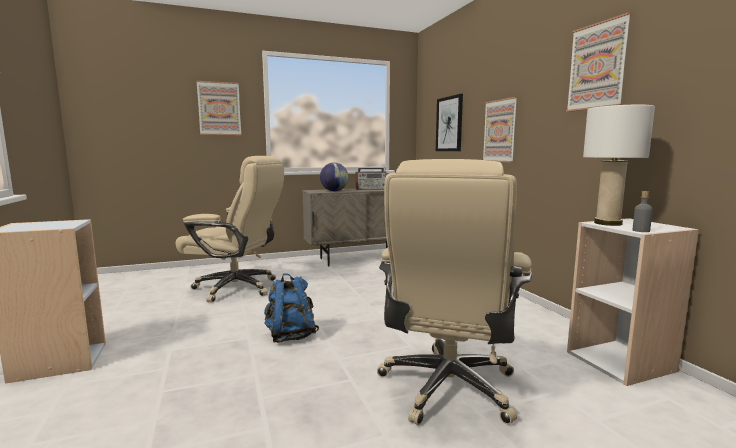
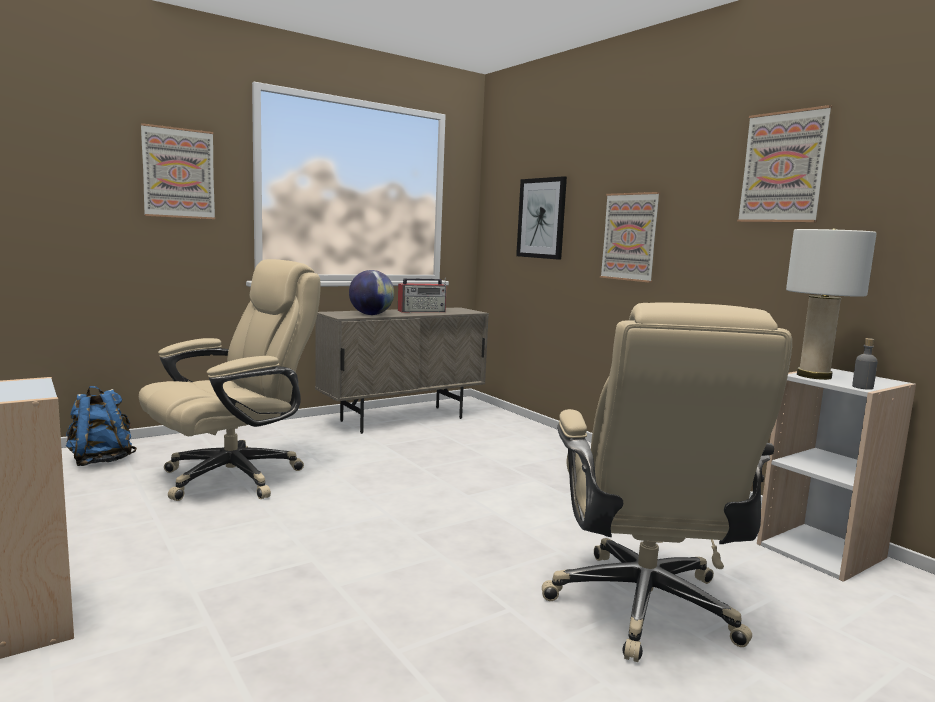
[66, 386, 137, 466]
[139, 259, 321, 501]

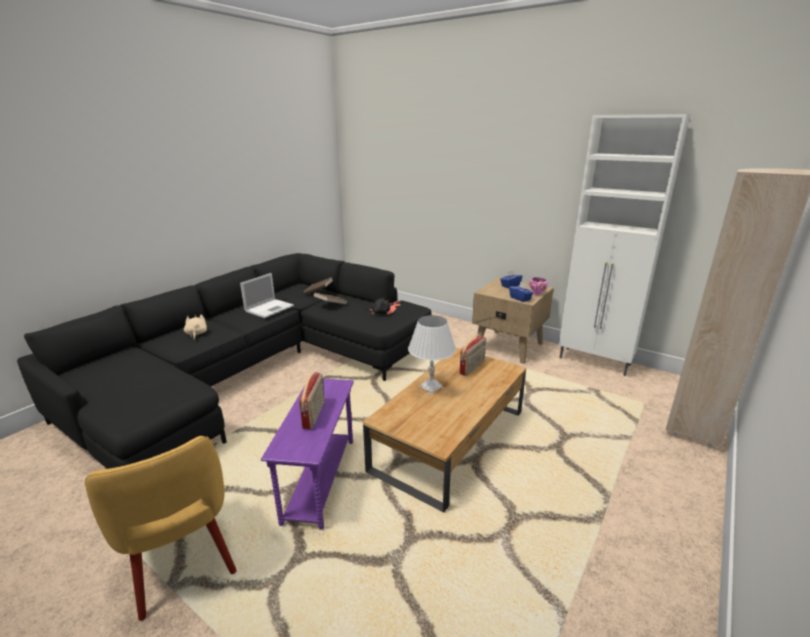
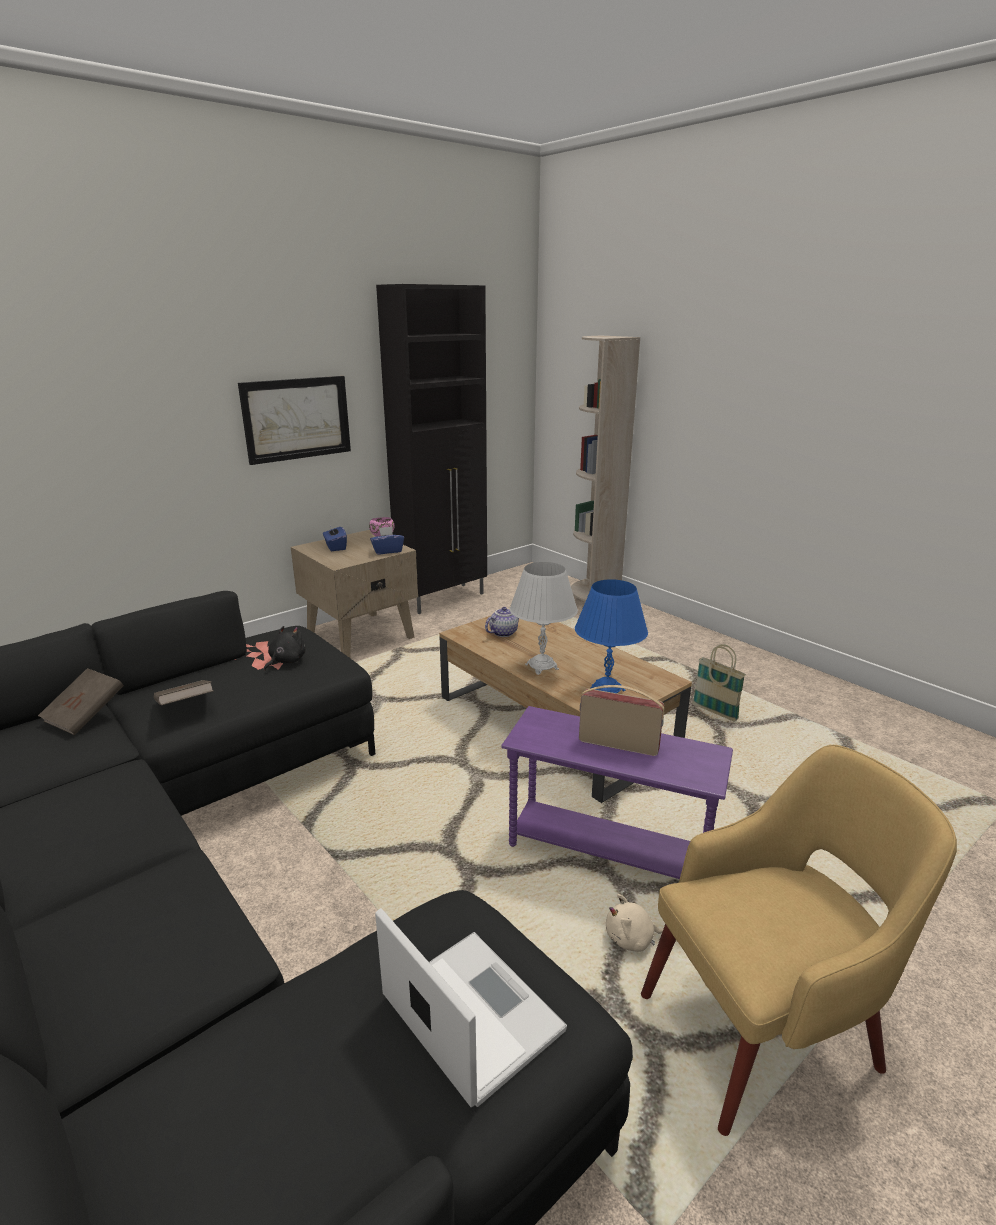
[238, 376, 351, 465]
[375, 908, 567, 1107]
[376, 284, 487, 614]
[485, 607, 519, 637]
[575, 579, 648, 693]
[606, 894, 664, 952]
[692, 644, 746, 722]

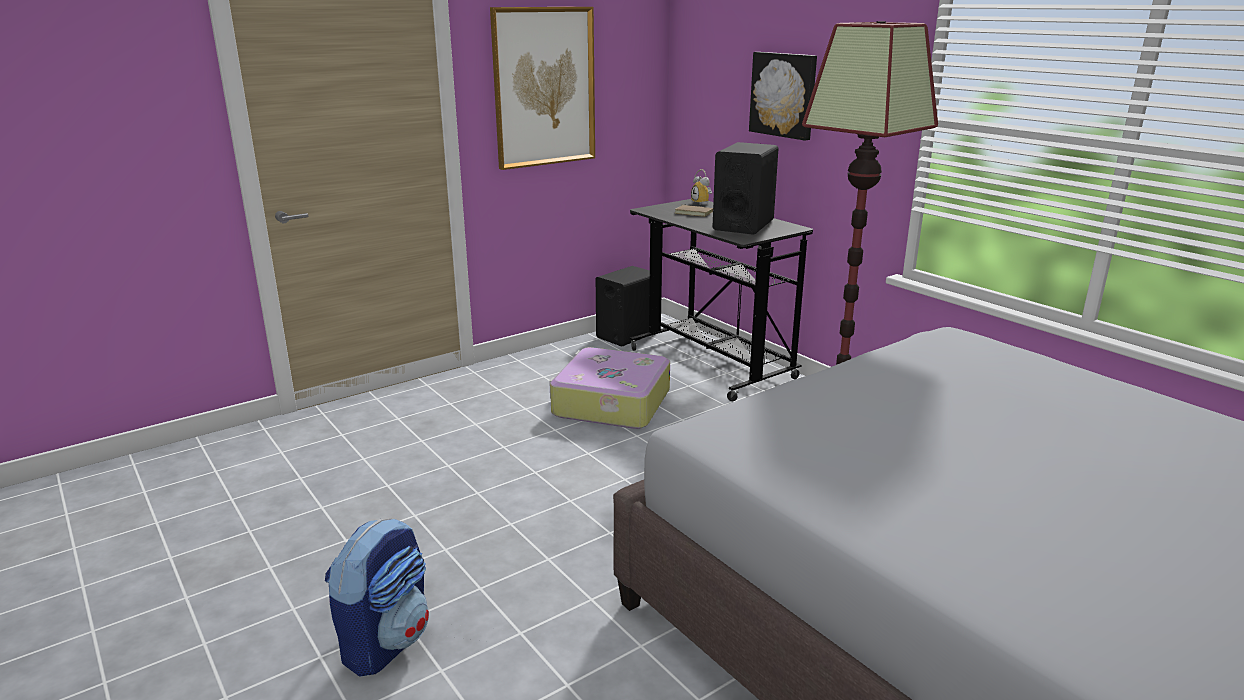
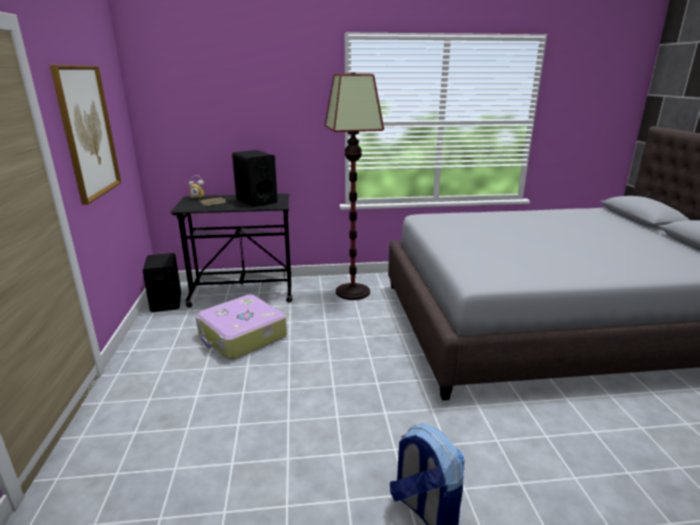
[749, 52, 817, 141] (first image)

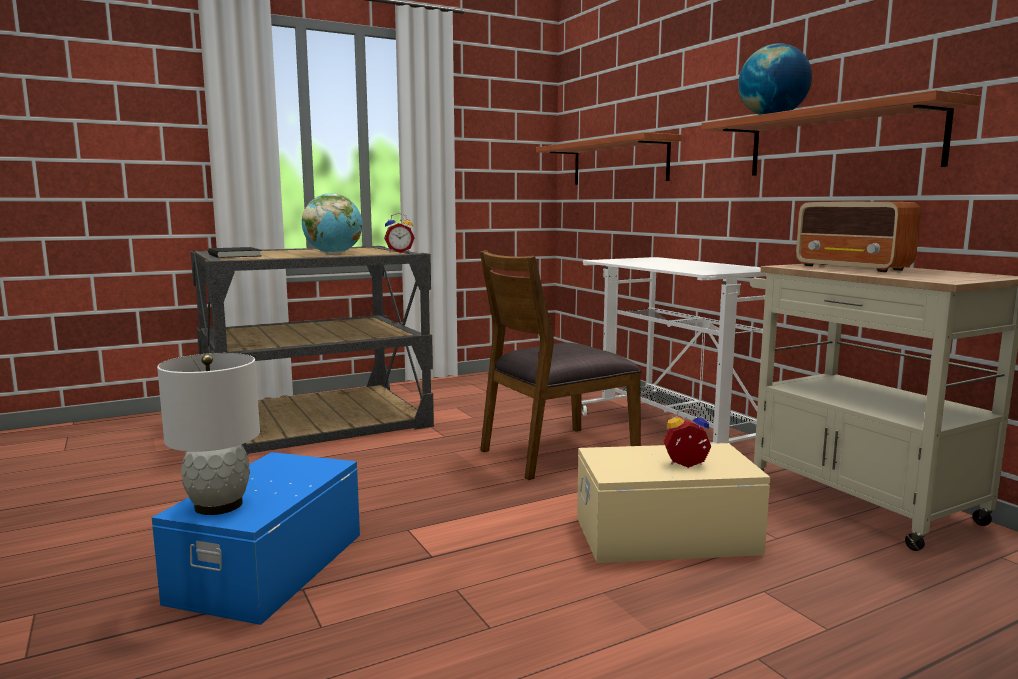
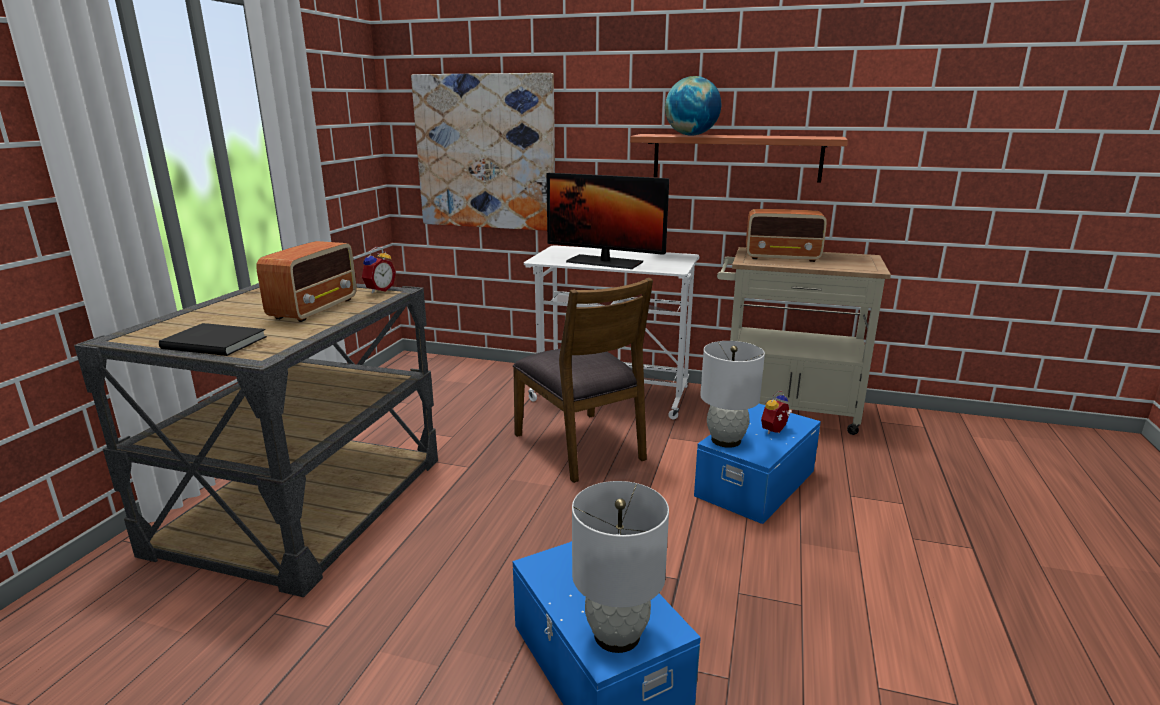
[256, 241, 356, 322]
[411, 73, 555, 231]
[513, 278, 653, 483]
[546, 173, 669, 269]
[694, 404, 821, 524]
[700, 341, 765, 448]

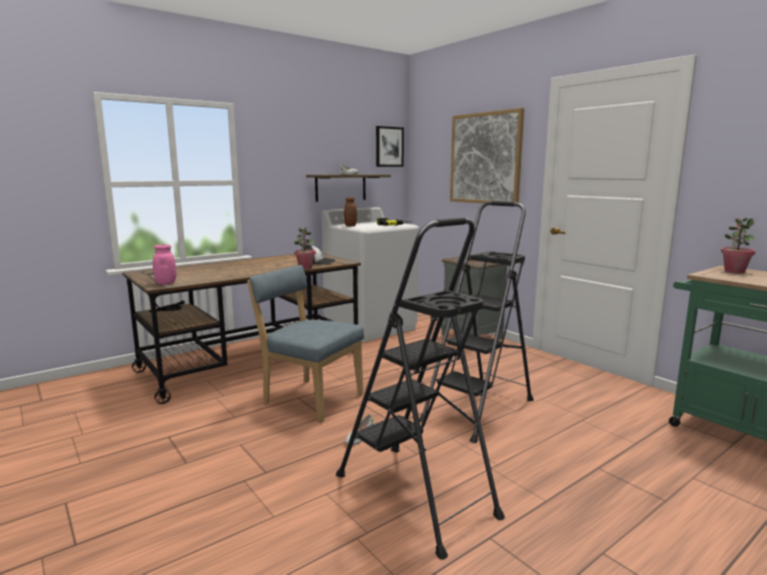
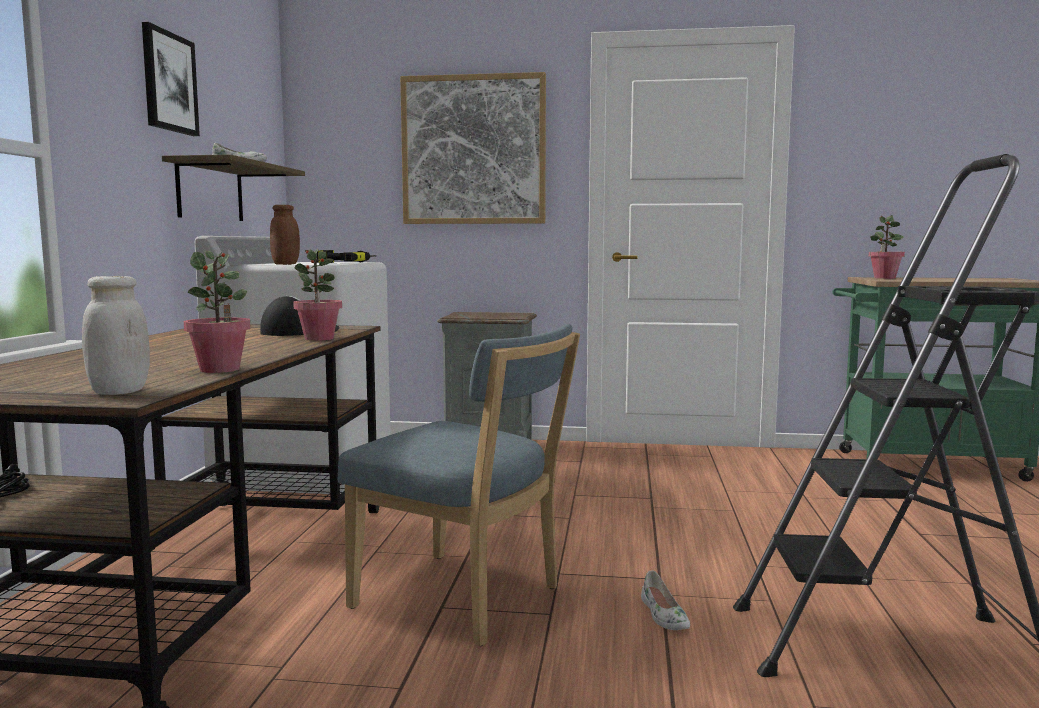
[82, 276, 150, 395]
[142, 22, 200, 136]
[184, 251, 251, 373]
[337, 324, 580, 647]
[419, 201, 534, 443] (first image)

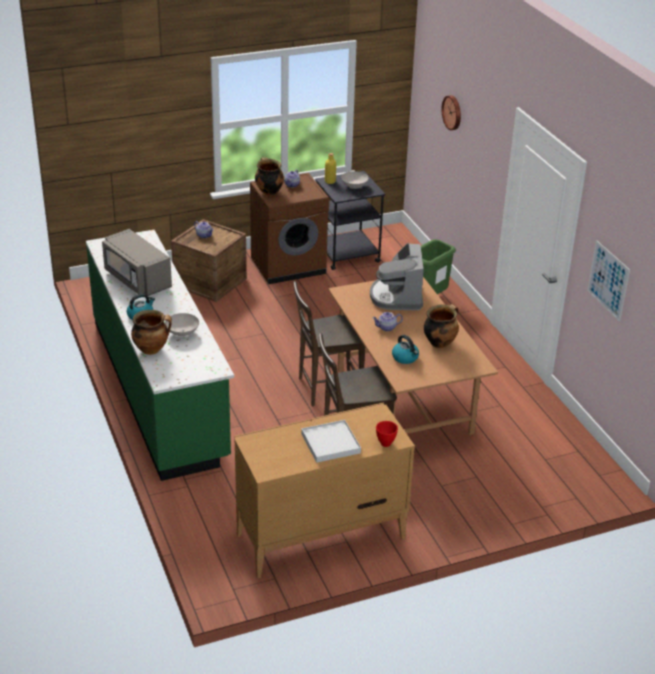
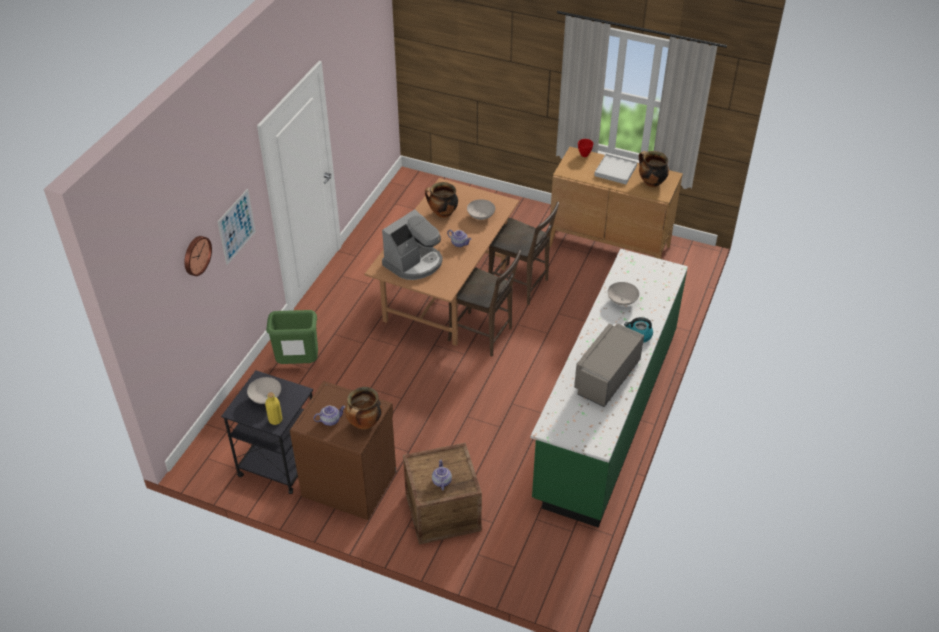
[218, 189, 256, 265]
[467, 199, 495, 220]
[574, 323, 644, 407]
[639, 151, 669, 187]

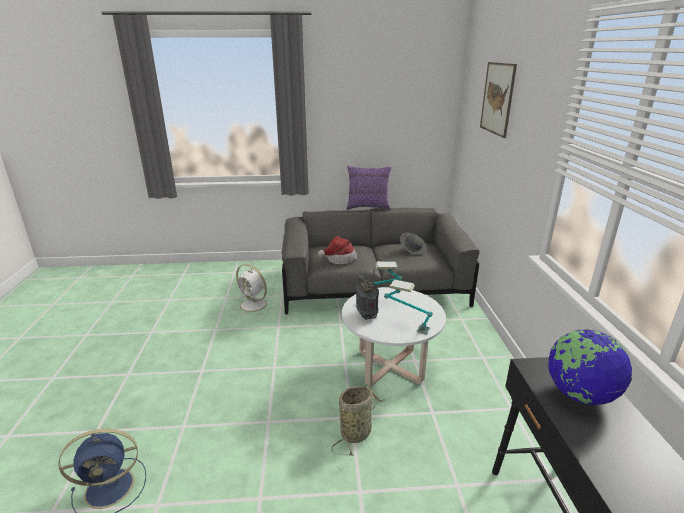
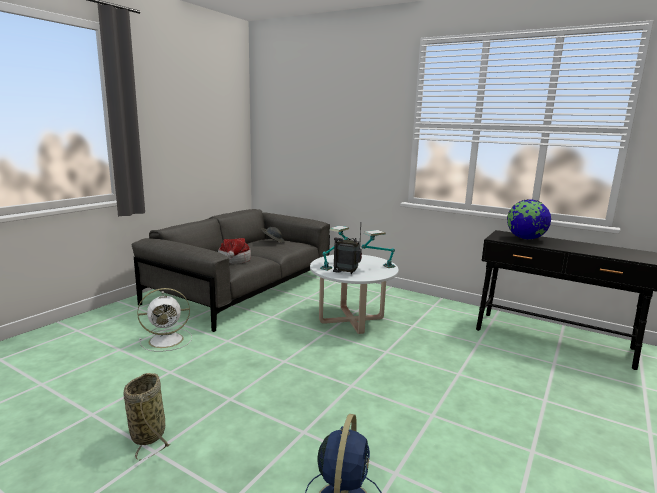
[124, 373, 170, 461]
[347, 166, 391, 210] (first image)
[480, 62, 517, 138] (first image)

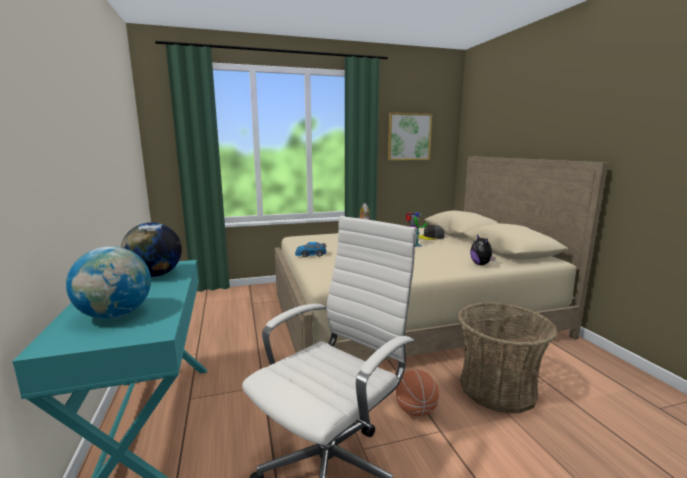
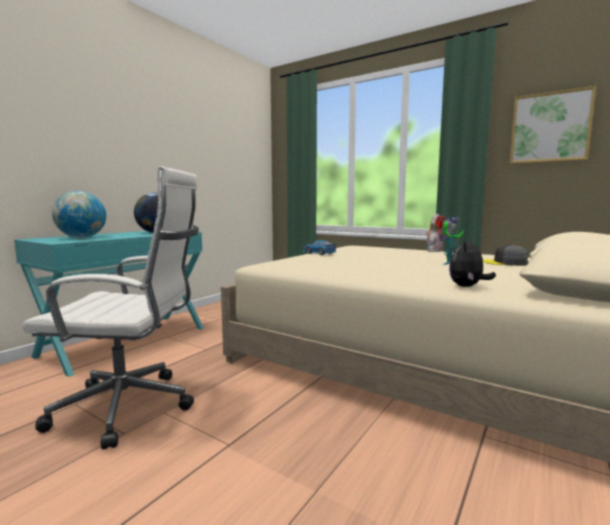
[396, 370, 439, 417] (first image)
[457, 302, 558, 413] (first image)

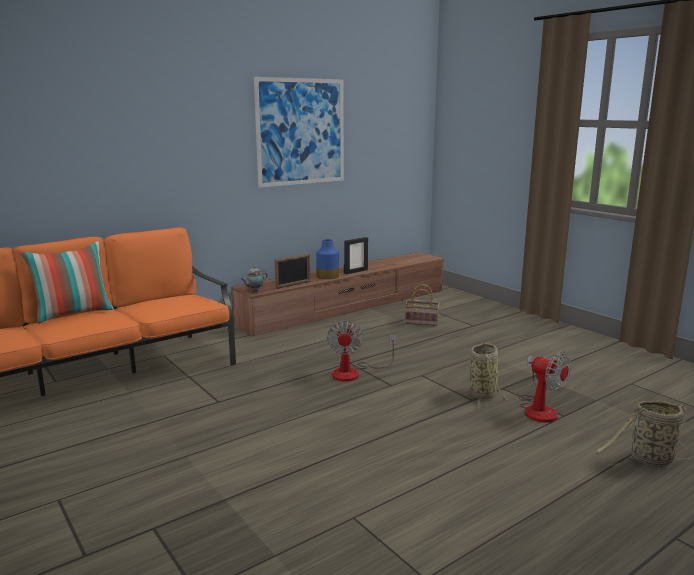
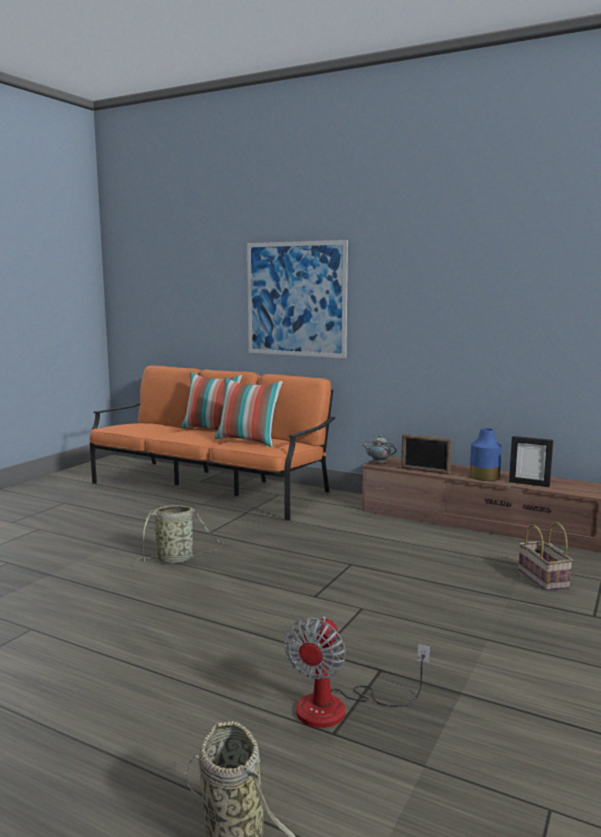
[137, 505, 228, 564]
[215, 378, 283, 447]
[247, 240, 348, 358]
[327, 321, 397, 382] (first image)

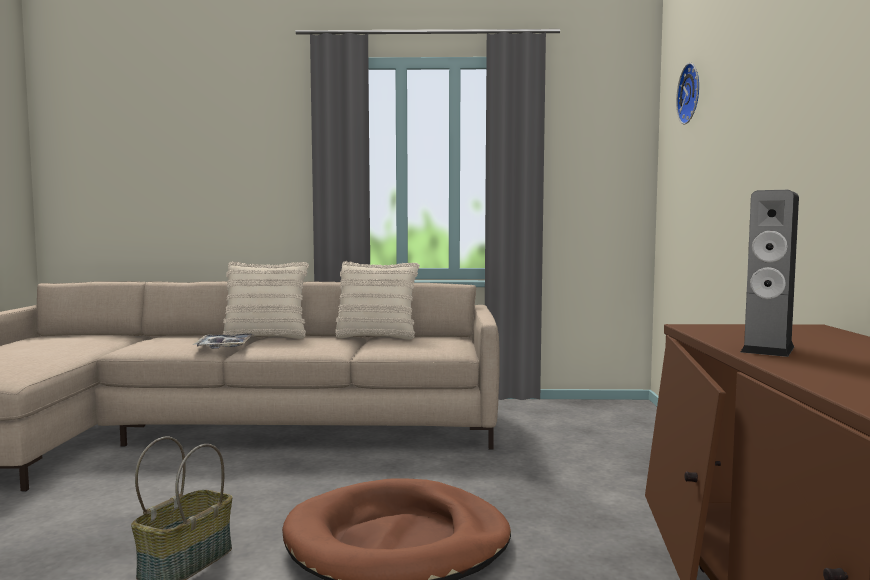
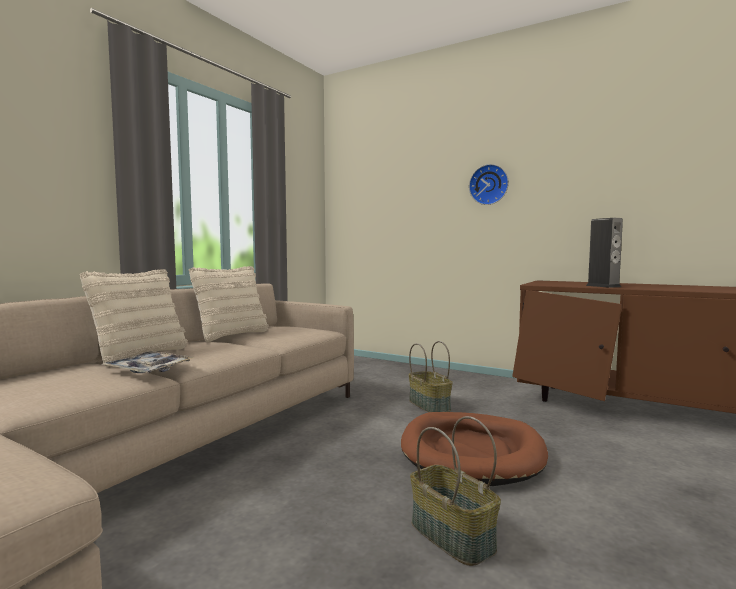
[409, 341, 453, 412]
[469, 164, 509, 205]

